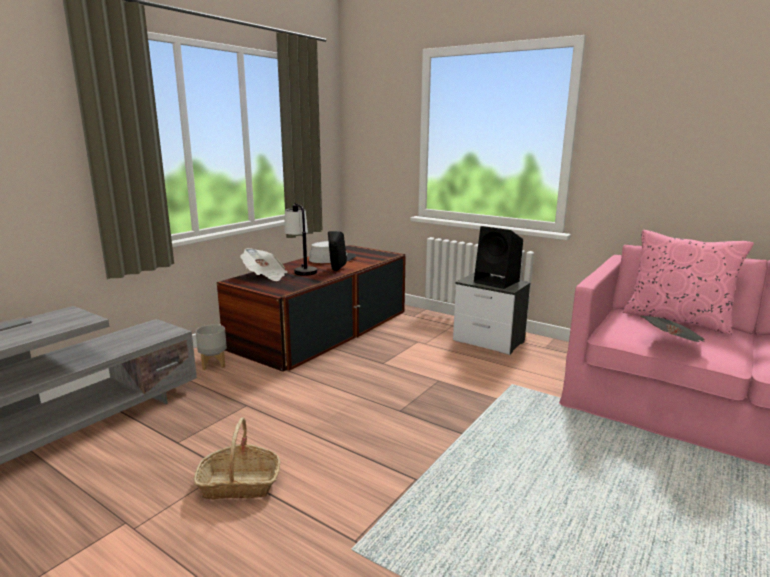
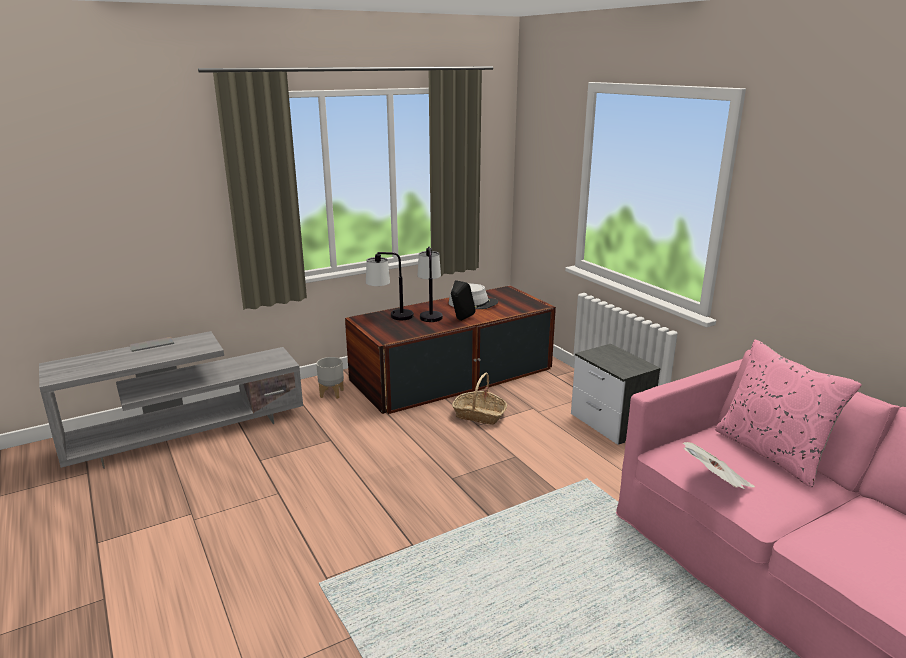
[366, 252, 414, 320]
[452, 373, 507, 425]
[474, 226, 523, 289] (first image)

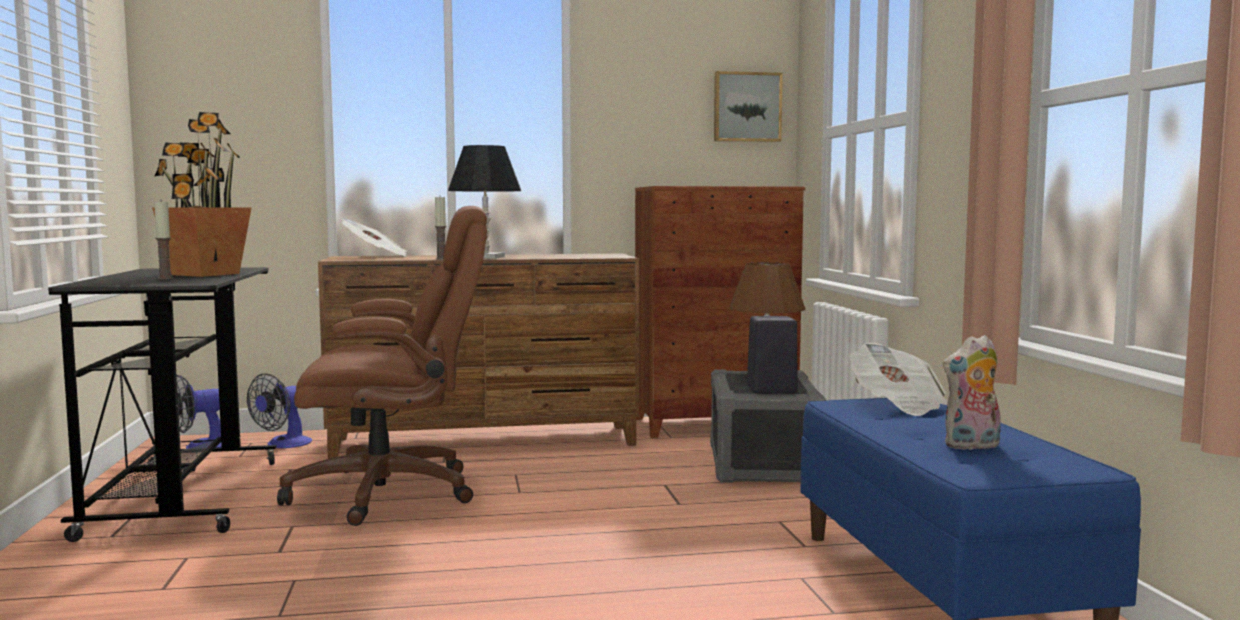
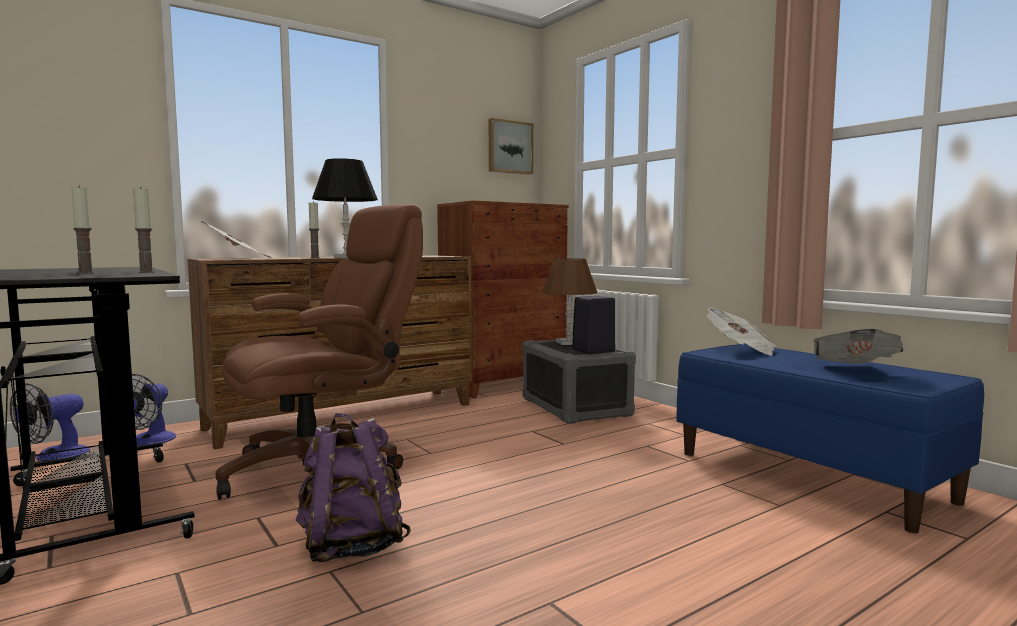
[133, 187, 155, 273]
[296, 413, 411, 562]
[814, 329, 904, 364]
[152, 112, 252, 277] (first image)

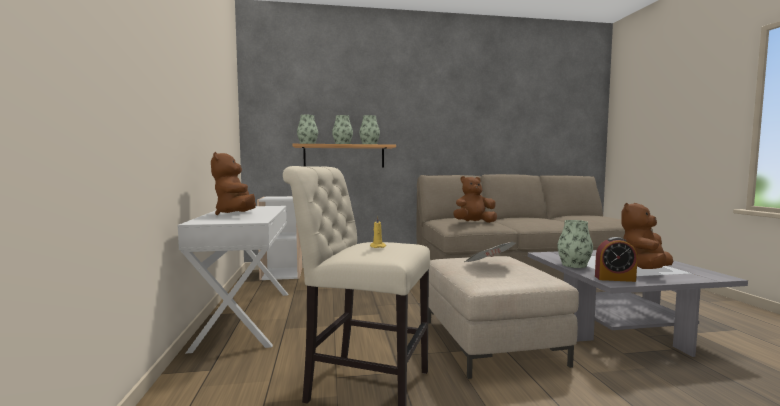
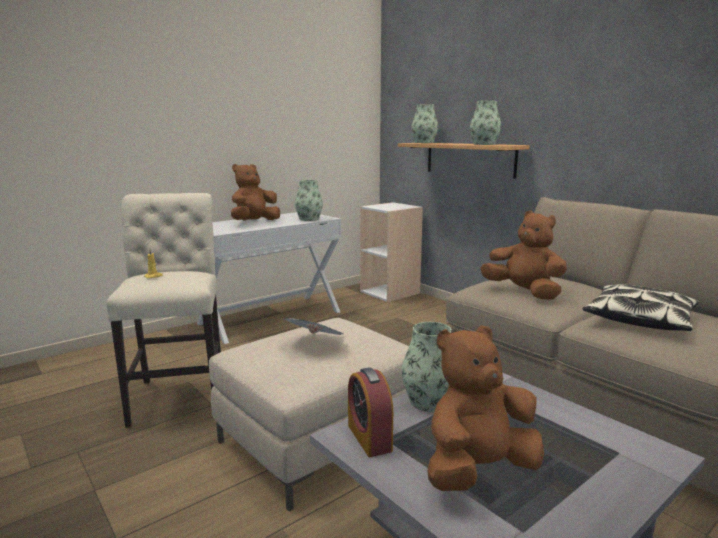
[295, 180, 323, 221]
[427, 325, 544, 491]
[583, 284, 699, 331]

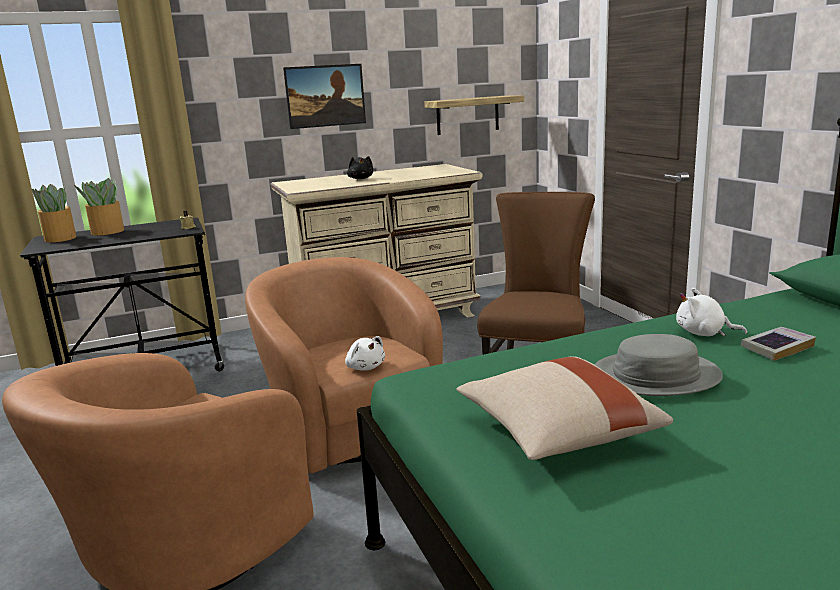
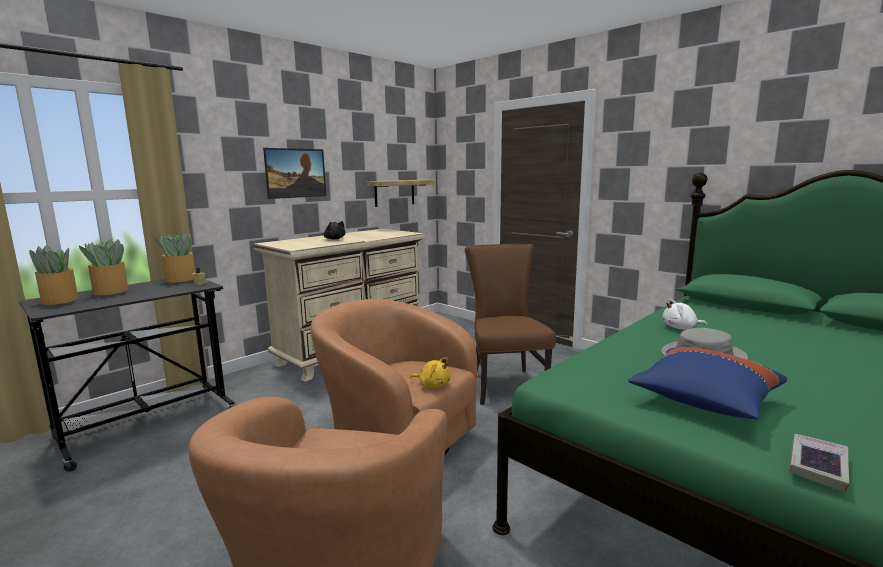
[153, 232, 195, 283]
[410, 357, 451, 388]
[628, 347, 787, 420]
[789, 434, 849, 492]

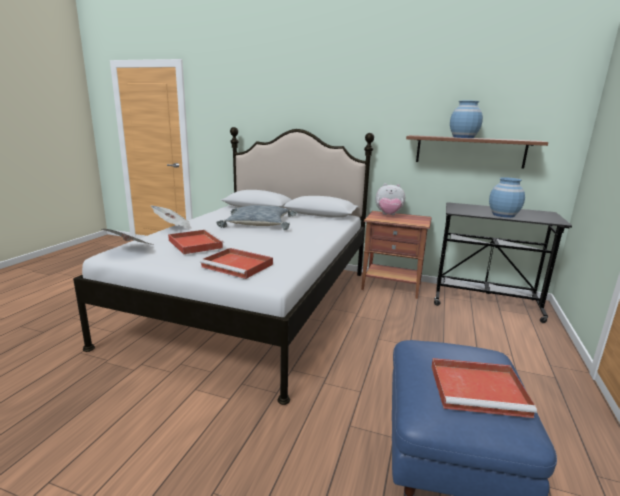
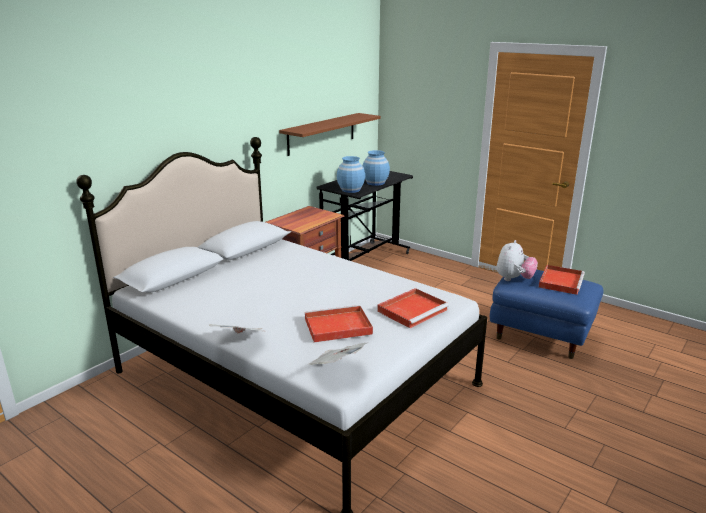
[337, 156, 365, 193]
[497, 240, 538, 281]
[216, 205, 297, 230] (first image)

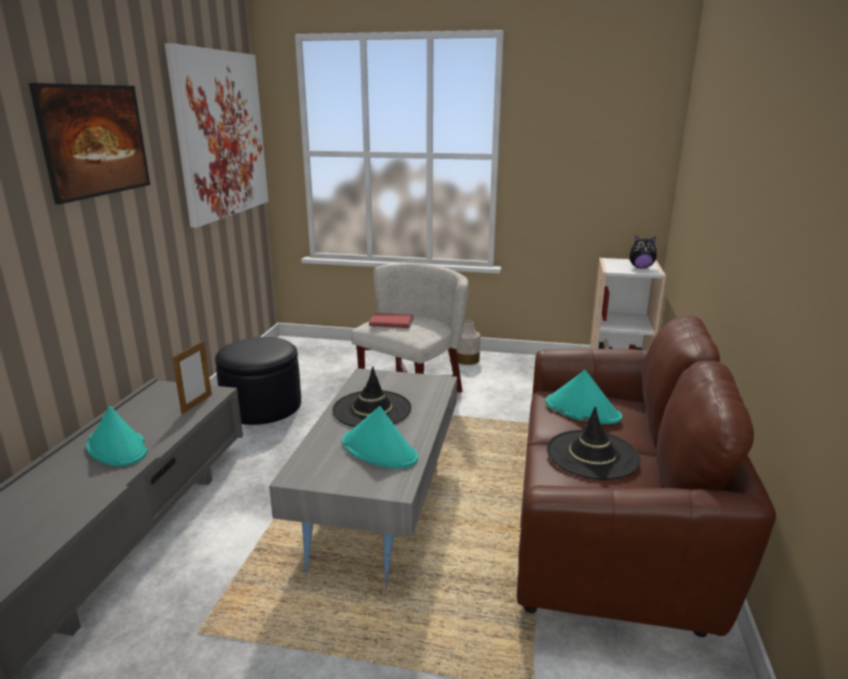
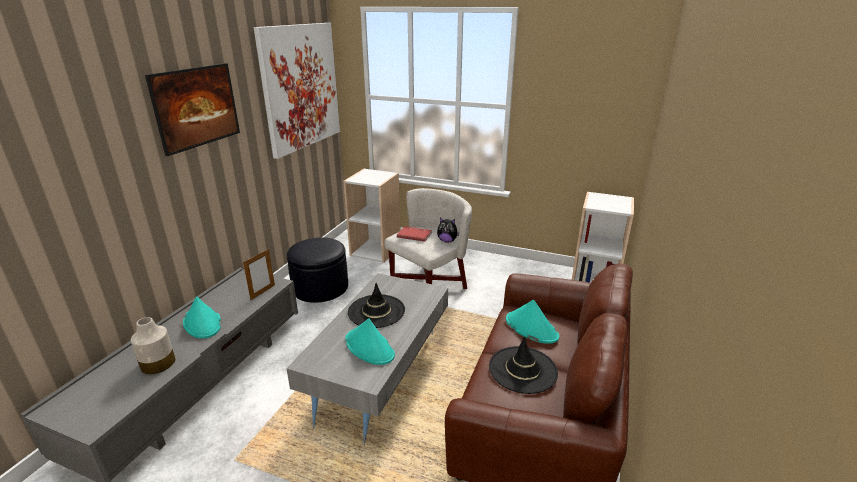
[131, 317, 175, 374]
[343, 169, 400, 263]
[437, 218, 459, 243]

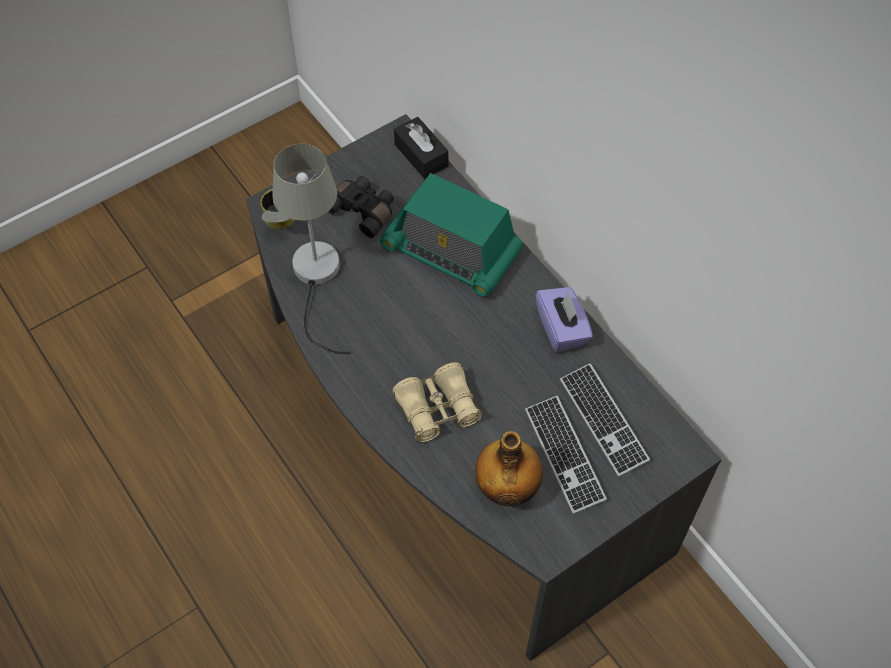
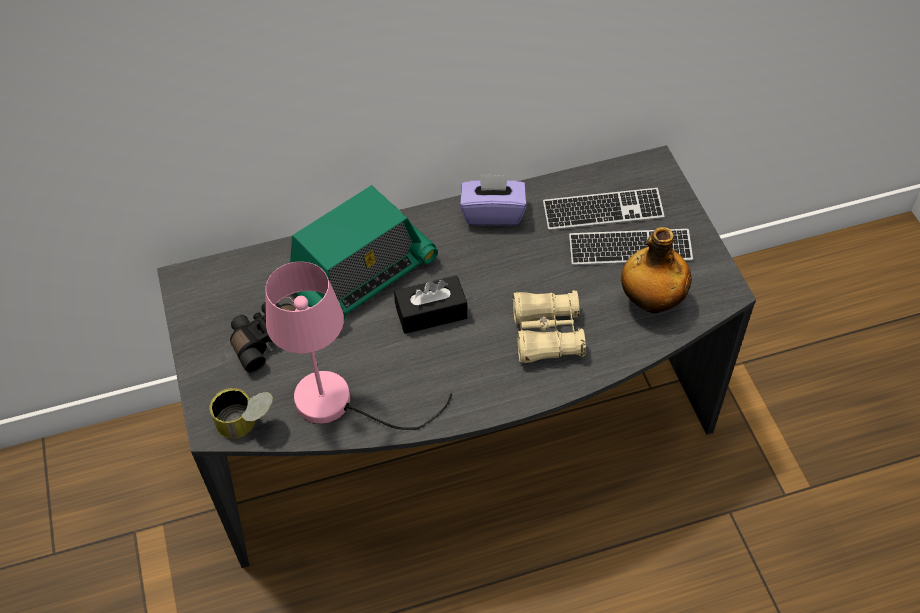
[265, 261, 452, 430]
[394, 276, 467, 334]

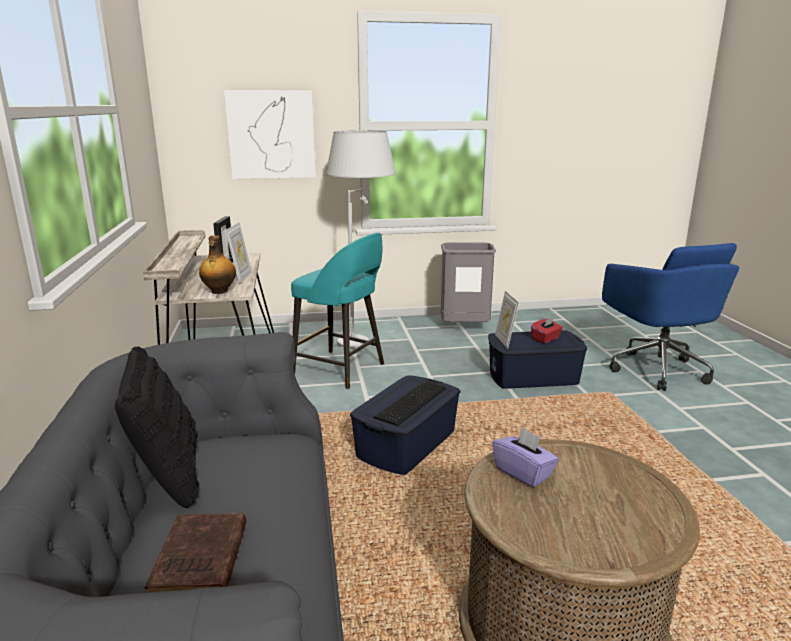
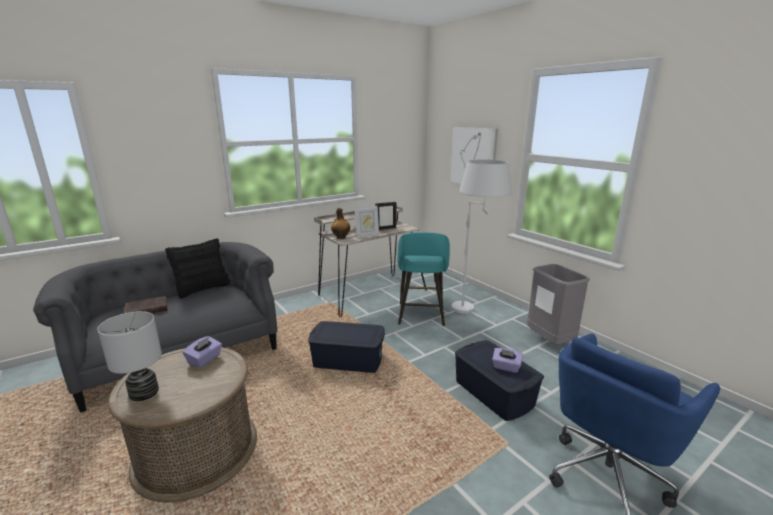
[97, 311, 162, 401]
[492, 348, 523, 373]
[373, 381, 446, 426] (first image)
[495, 291, 519, 349] (first image)

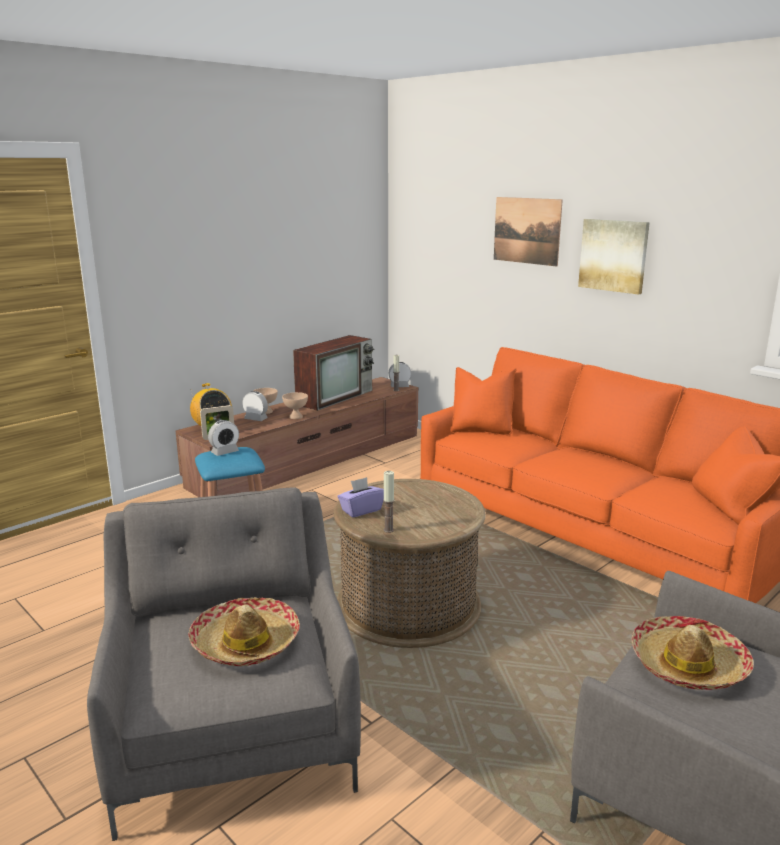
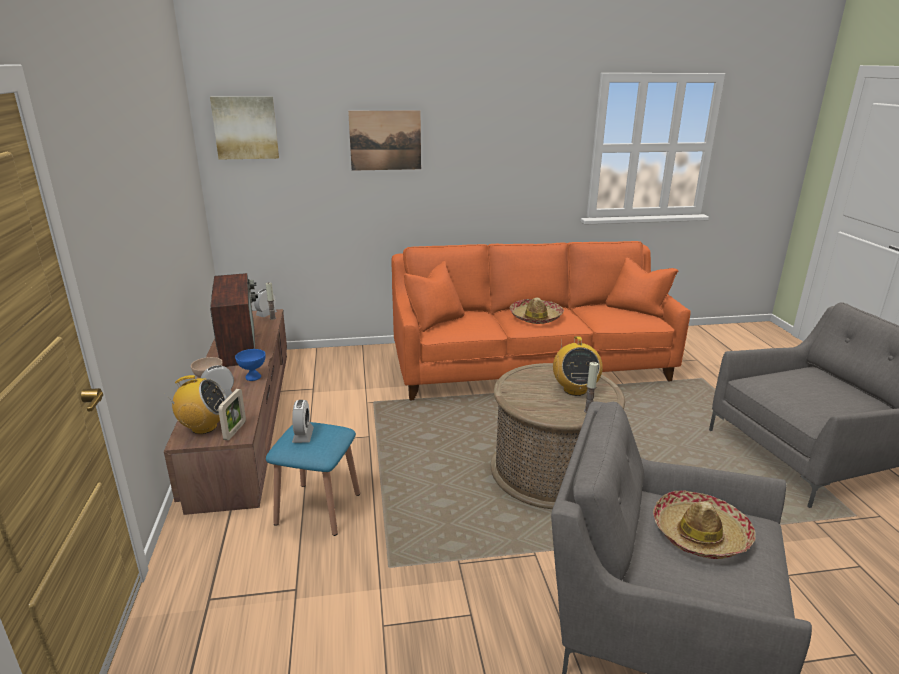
[210, 96, 279, 159]
[235, 349, 266, 381]
[510, 297, 564, 324]
[553, 336, 603, 396]
[338, 477, 384, 518] (first image)

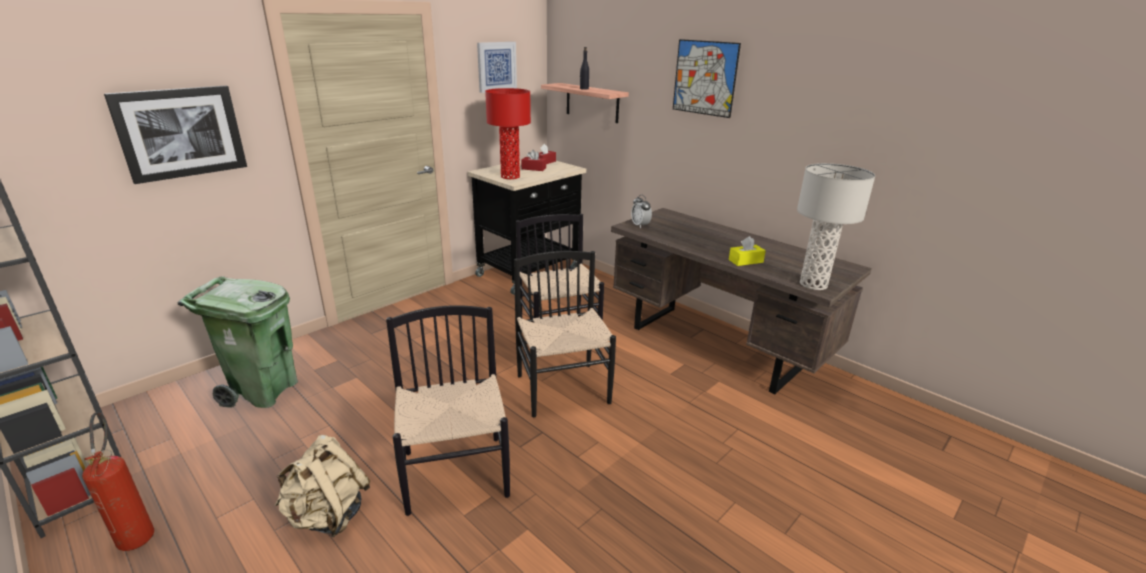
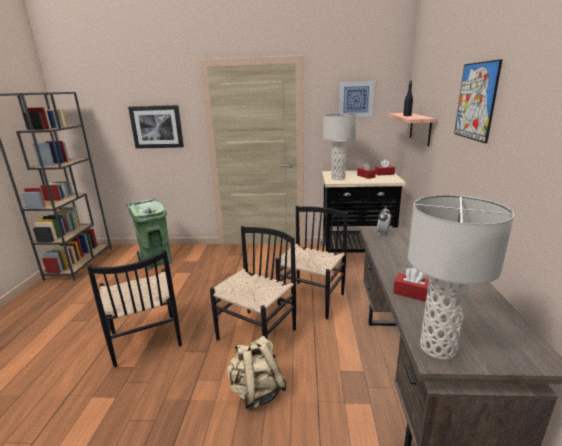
[87, 249, 182, 367]
[227, 336, 287, 410]
[323, 114, 357, 180]
[393, 268, 433, 302]
[82, 412, 154, 551] (first image)

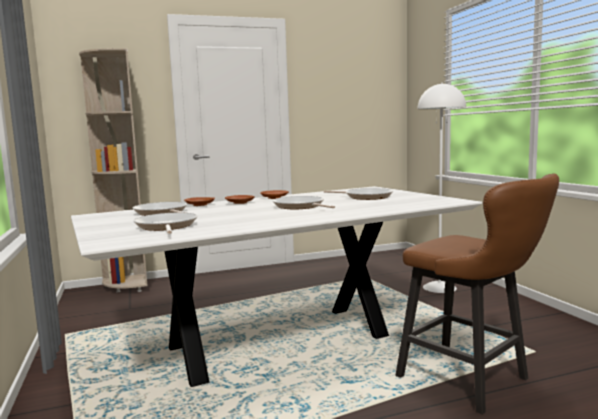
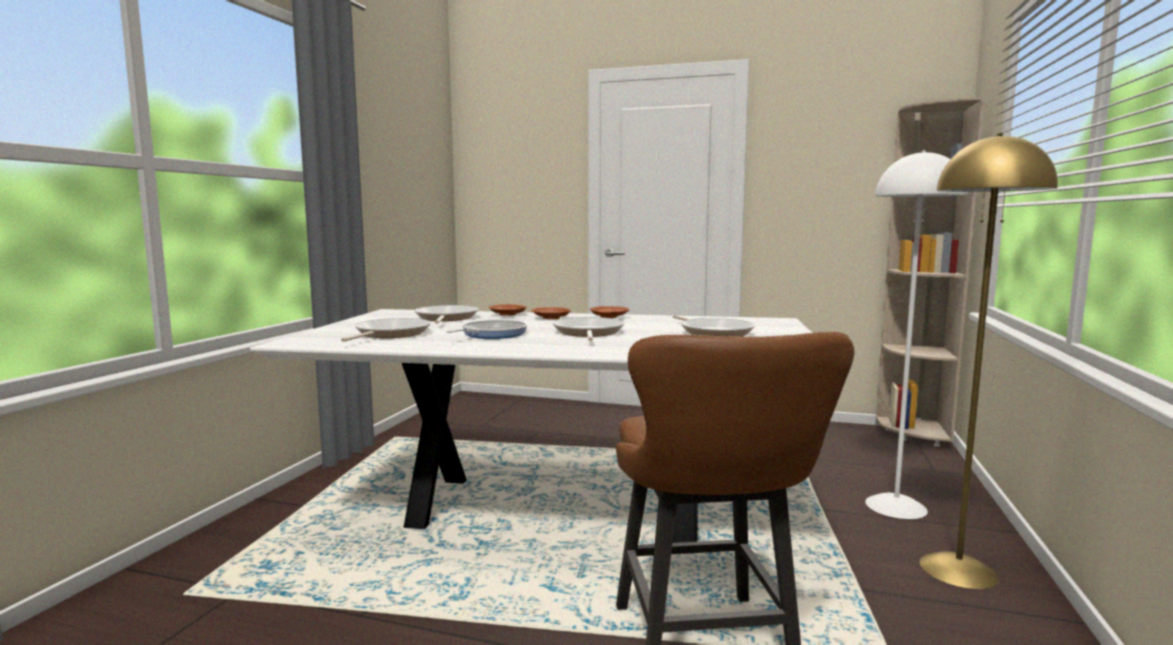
[446, 320, 527, 339]
[876, 97, 985, 447]
[920, 133, 1058, 589]

